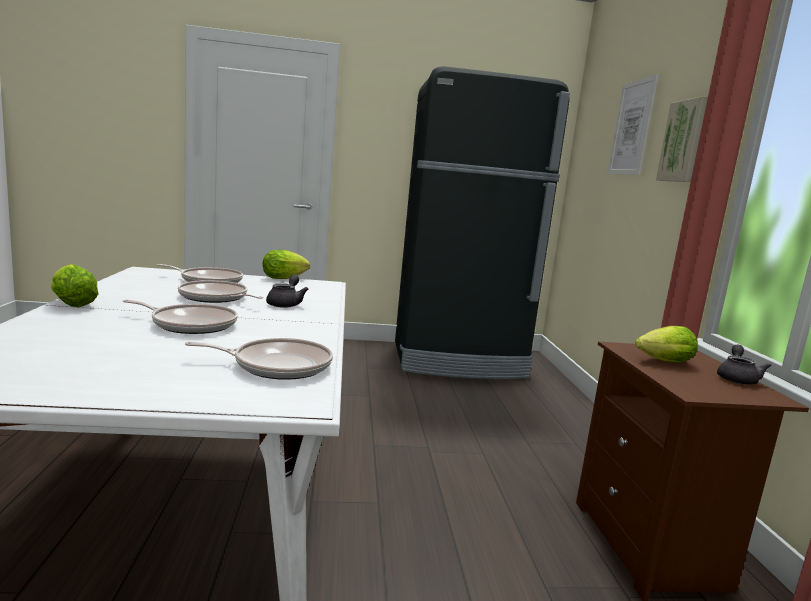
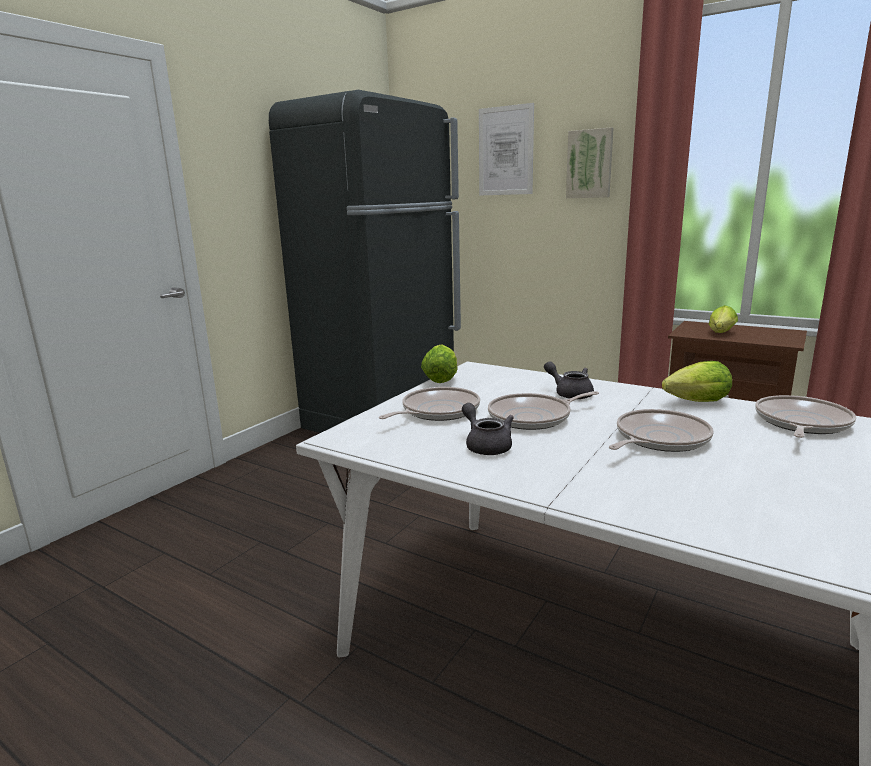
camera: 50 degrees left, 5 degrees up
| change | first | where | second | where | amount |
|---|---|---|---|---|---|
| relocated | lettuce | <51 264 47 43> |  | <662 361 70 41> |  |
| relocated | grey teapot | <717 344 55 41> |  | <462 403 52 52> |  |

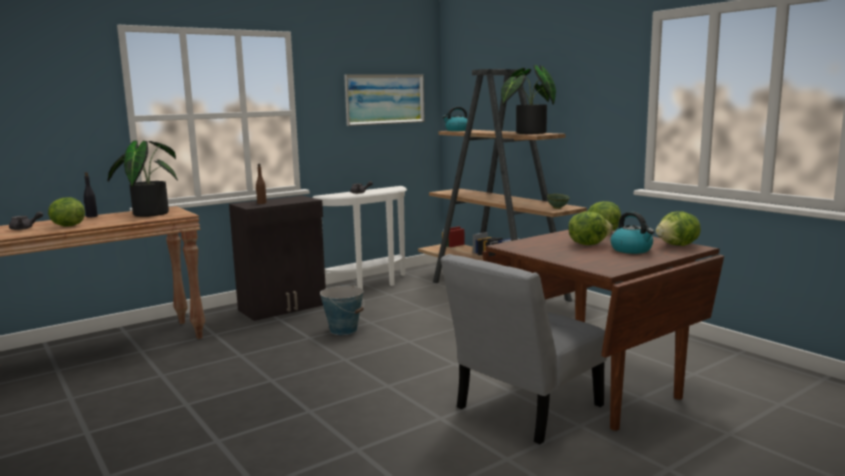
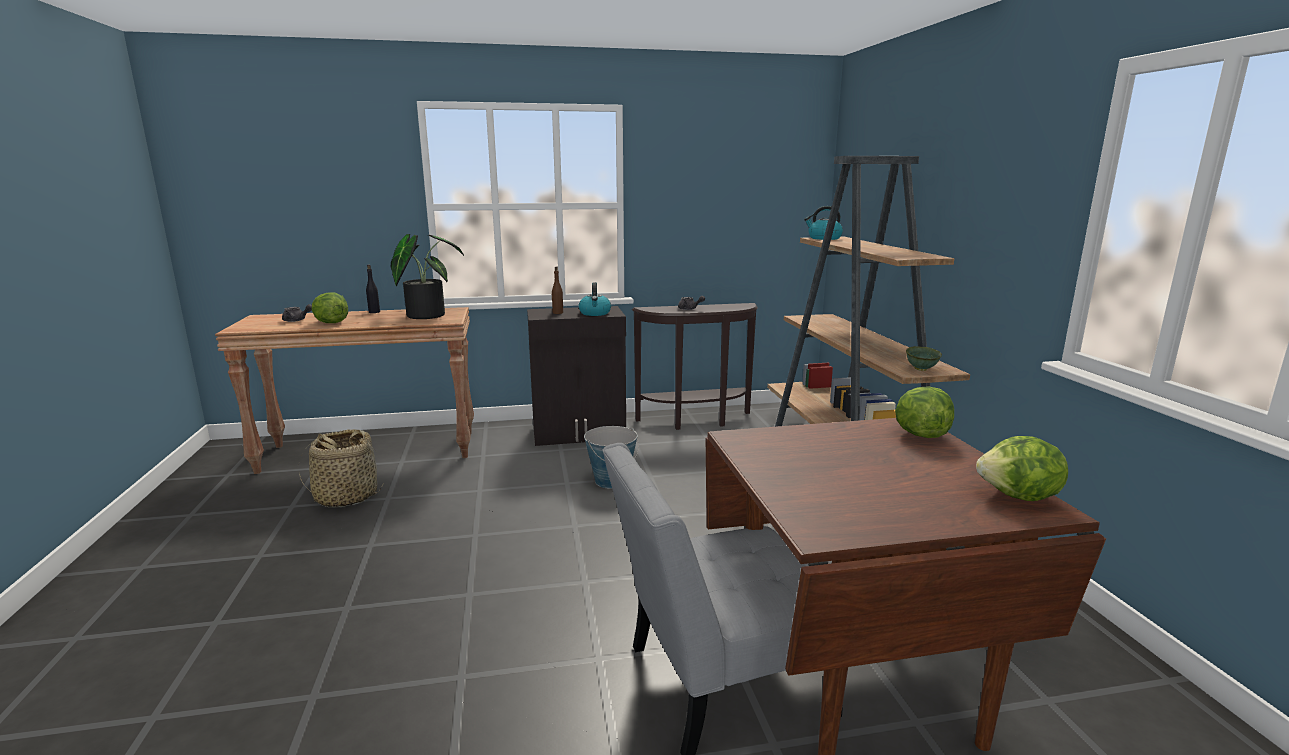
camera: 25 degrees right, 5 degrees up
| change | first | where | second | where | amount |
|---|---|---|---|---|---|
| missing | potted plant | <501 65 55 69> |  |  |  |
| missing | picture | <344 74 81 52> |  |  |  |
| colour | white console table | <312 186 95 103> | brown console table | <632 303 126 127> |  |
| missing | lettuce | <568 211 45 34> |  |  |  |
| relocated | kettle | <610 212 44 42> |  | <579 282 32 34> |  |
| appeared |  |  | basket | <299 429 84 78> |  |

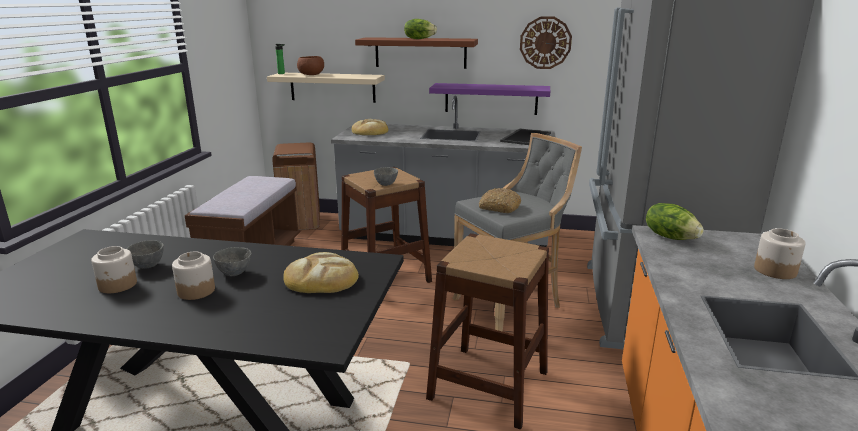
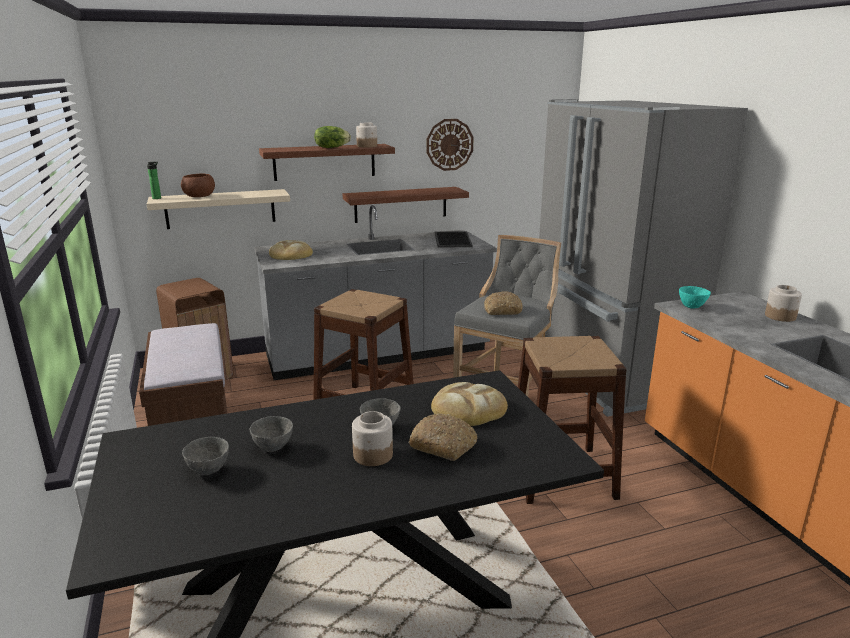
camera: 30 degrees left, 0 degrees up
| change | first | where | second | where | amount |
|---|---|---|---|---|---|
| colour | purple shelf | <429 83 121 32> | brown shelf | <343 187 126 36> |  |
| relocated | grey bowl | <374 167 24 19> |  | <182 437 47 39> |  |
| exchanged | lettuce | <646 203 58 37> | turquoise bowl | <679 286 32 23> |  |
| relocated | jar | <91 246 46 47> |  | <356 123 21 24> |  |
| appeared |  |  | bread | <409 413 68 48> |  |

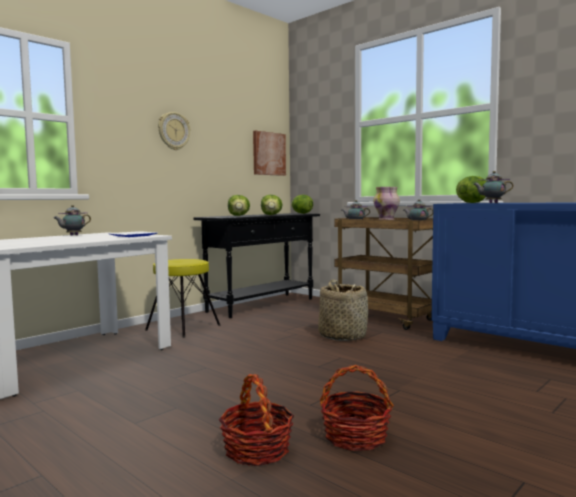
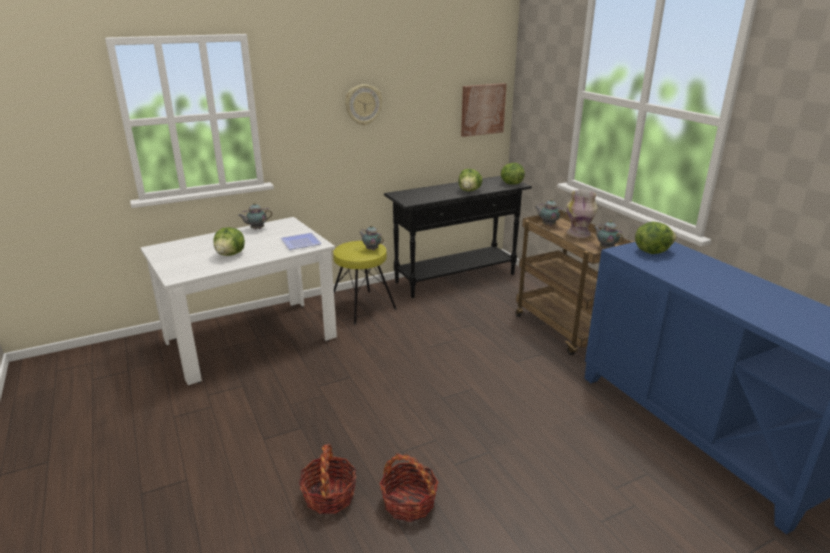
camera: 20 degrees right, 20 degrees up
| change | first | where | second | where | amount |
|---|---|---|---|---|---|
| relocated | teapot | <473 171 41 32> |  | <359 225 25 26> |  |
| relocated | lettuce | <228 195 22 21> |  | <214 227 31 29> |  |
| missing | basket | <318 279 50 62> |  |  |  |

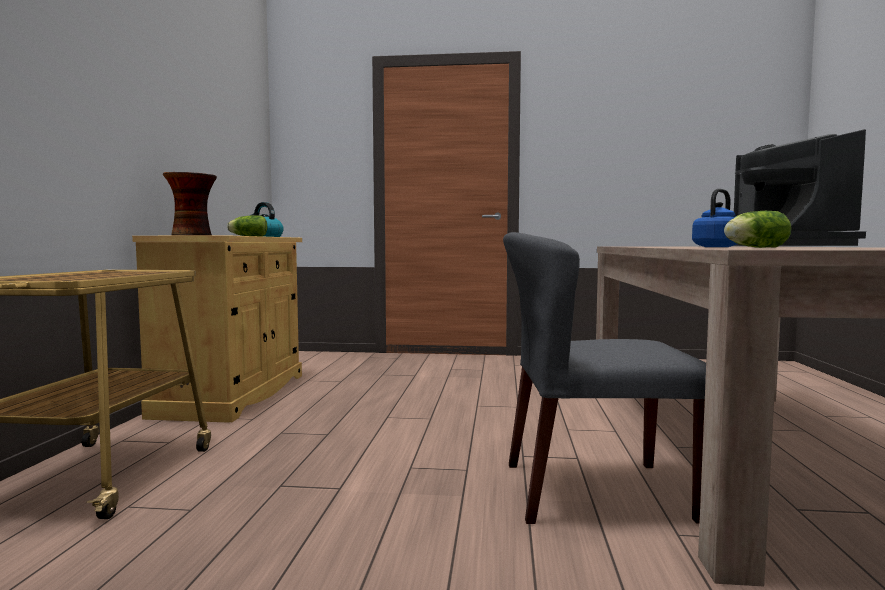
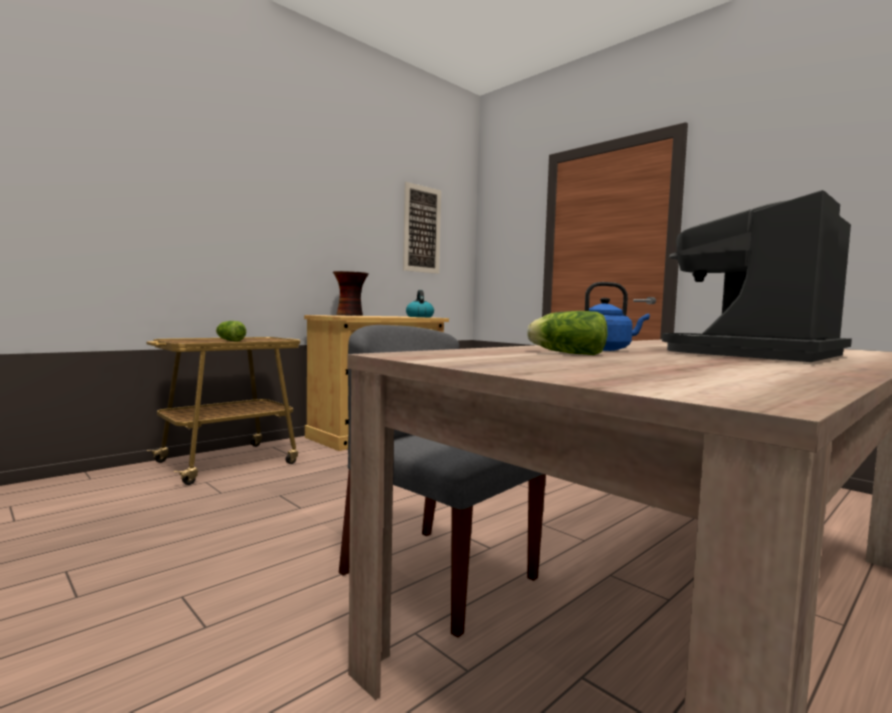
camera: 40 degrees right, 0 degrees up
| change | first | where | second | where | amount |
|---|---|---|---|---|---|
| relocated | lettuce | <227 215 40 21> |  | <216 321 30 21> |  |
| appeared |  |  | picture | <403 182 38 92> |  |

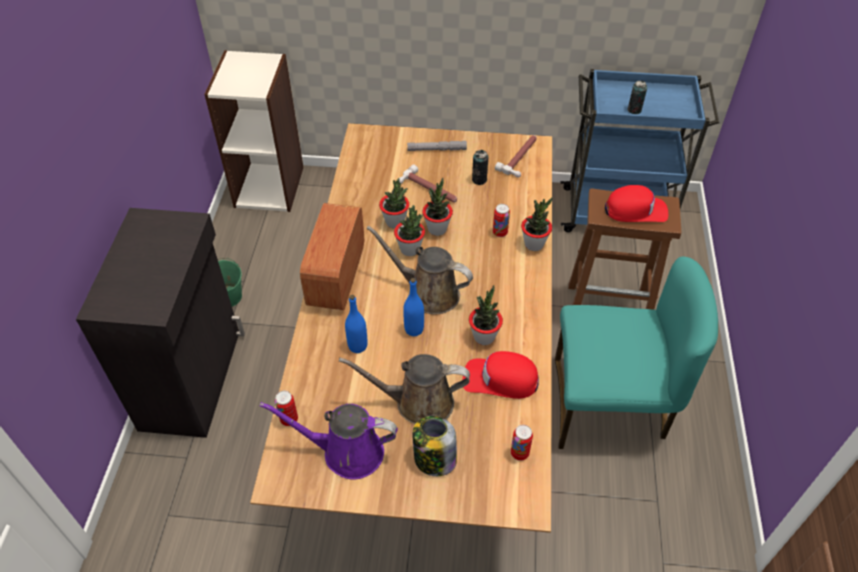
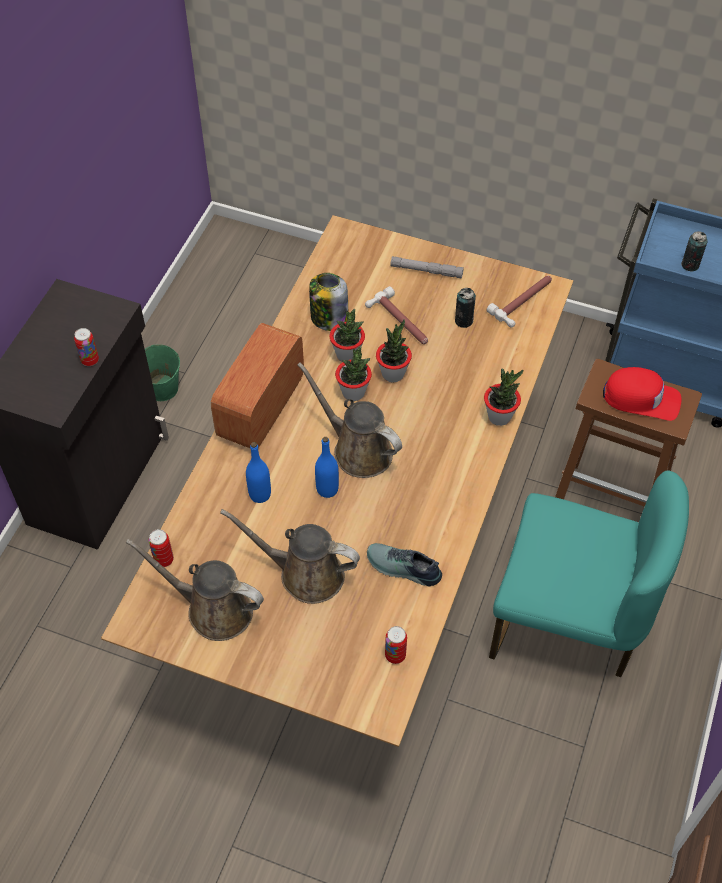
camera: 15 degrees right, 5 degrees up
| change | first | where | second | where | amount |
|---|---|---|---|---|---|
| missing | bookcase | <204 50 100 162> |  |  |  |
| relocated | can | <493 204 17 33> |  | <74 328 25 38> |  |
| missing | potted plant | <469 285 34 60> |  |  |  |
| exchanged | red cap | <463 351 76 48> | shoe | <367 543 75 43> |  |
| colour | purple watering can | <260 402 138 78> | brown watering can | <126 539 138 102> |  |
| relocated | jar | <413 416 44 60> |  | <309 273 39 58> |  |

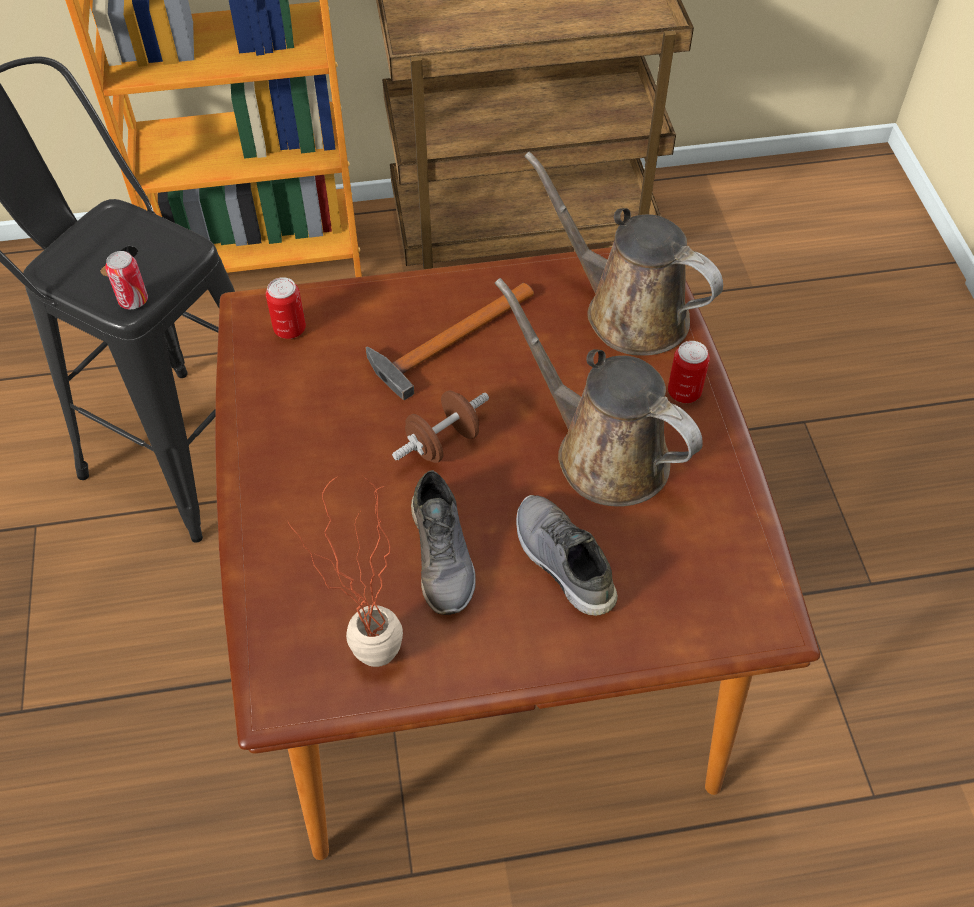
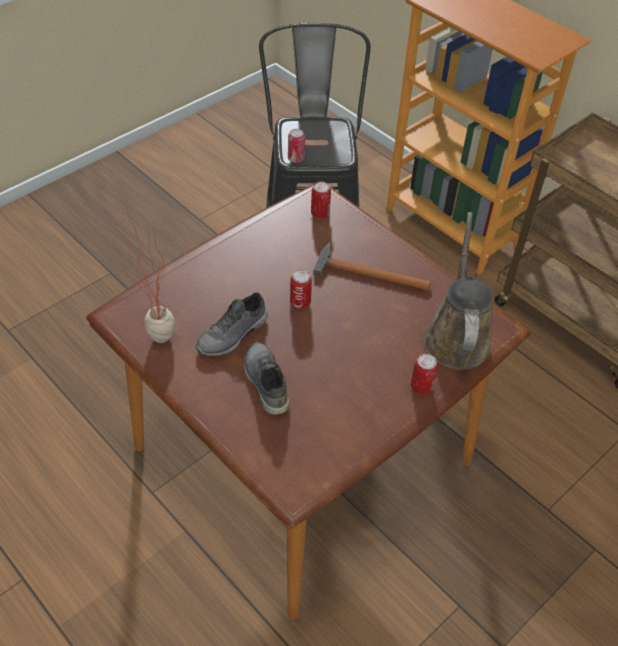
camera: 55 degrees right, 5 degrees down
| change | first | where | second | where | amount |
|---|---|---|---|---|---|
| missing | brown watering can | <495 278 208 229> |  |  |  |
| exchanged | brown dumbbell | <392 390 97 73> | can | <290 270 22 39> |  |
| spun | grey shoe | <516 495 102 121> |  | <244 342 46 73> | 45 degrees counterclockwise |

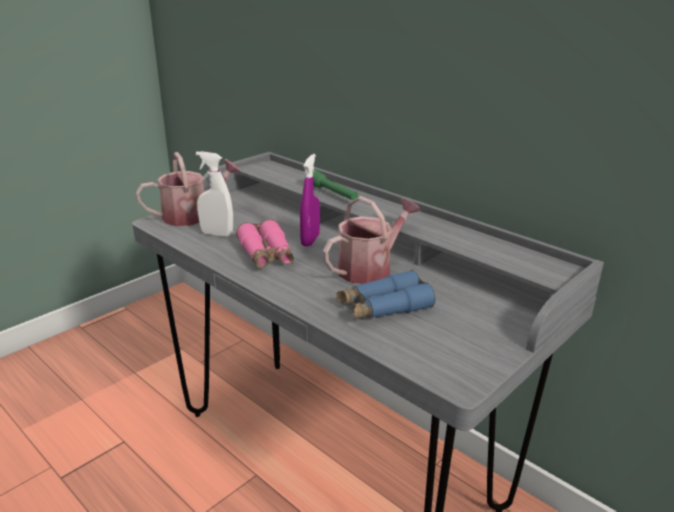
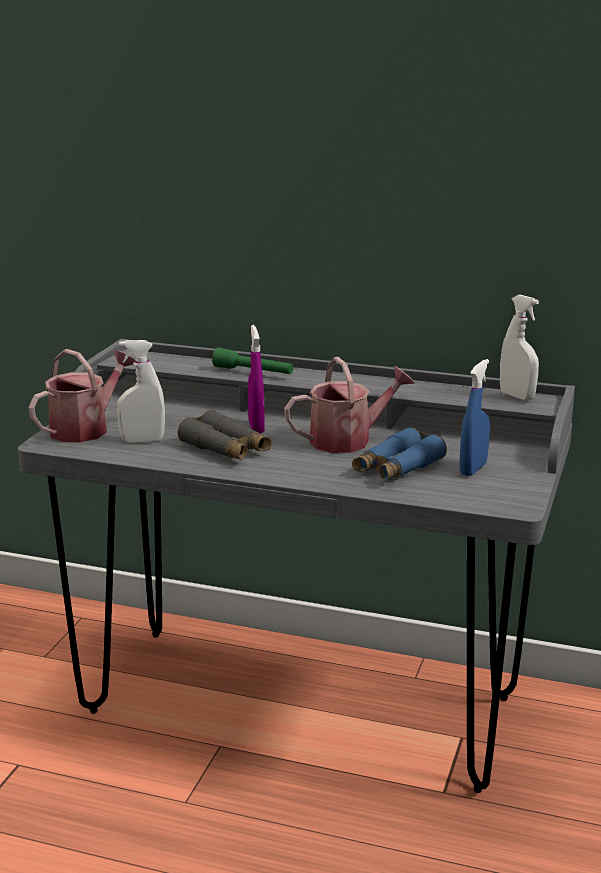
camera: 25 degrees left, 5 degrees down
| change | first | where | second | where | amount |
|---|---|---|---|---|---|
| spun | watering can | <323 196 97 88> |  | <284 357 131 96> | 45 degrees clockwise |
| colour | pink binoculars | <236 220 58 49> | grey binoculars | <178 410 94 50> |  |
| appeared |  |  | white spray bottle | <500 294 39 107> |  |
| appeared |  |  | blue spray bottle | <459 359 31 117> |  |

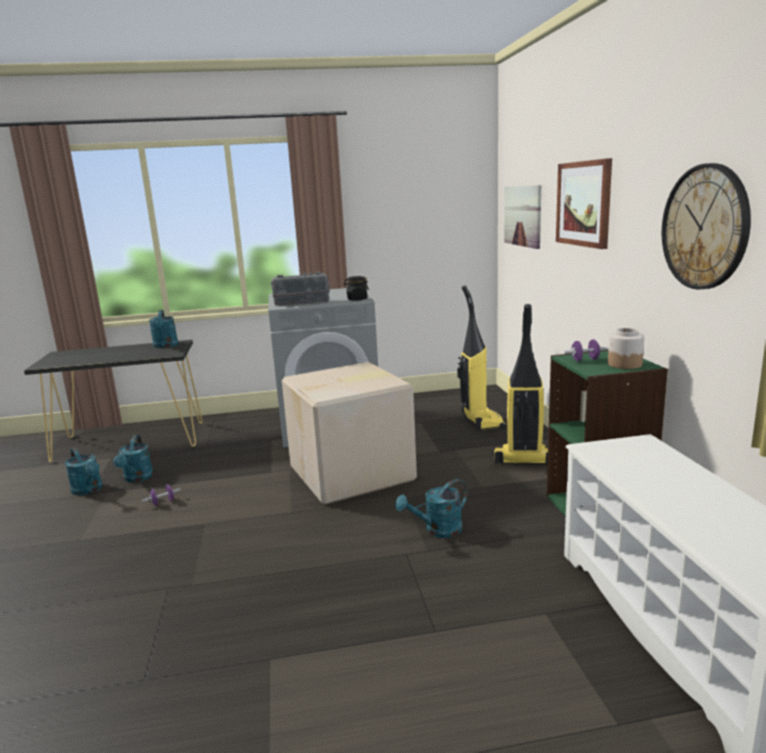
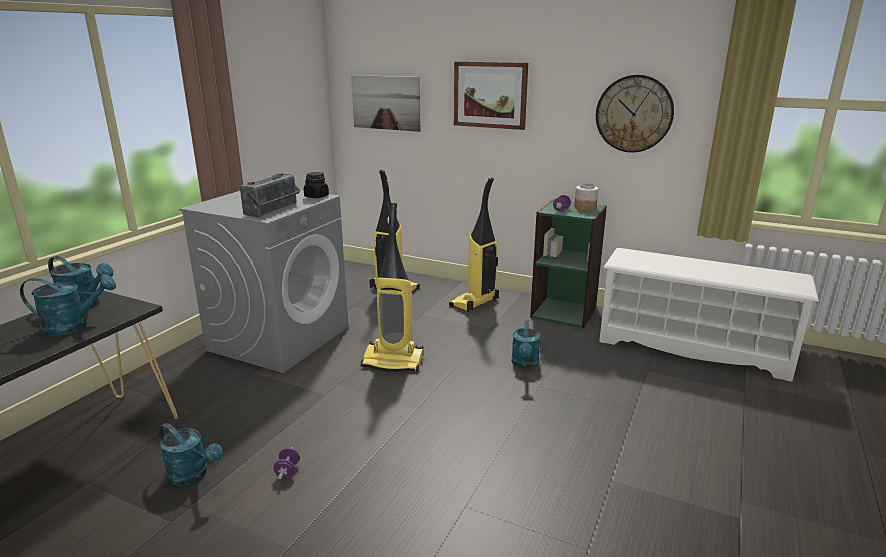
camera: 55 degrees left, 5 degrees up
| change | first | where | second | where | amount |
|---|---|---|---|---|---|
| exchanged | cardboard box | <282 362 135 143> | vacuum cleaner | <361 203 62 169> |  |
| relocated | turquoise watering can | <65 448 37 47> |  | <20 275 96 61> |  |

